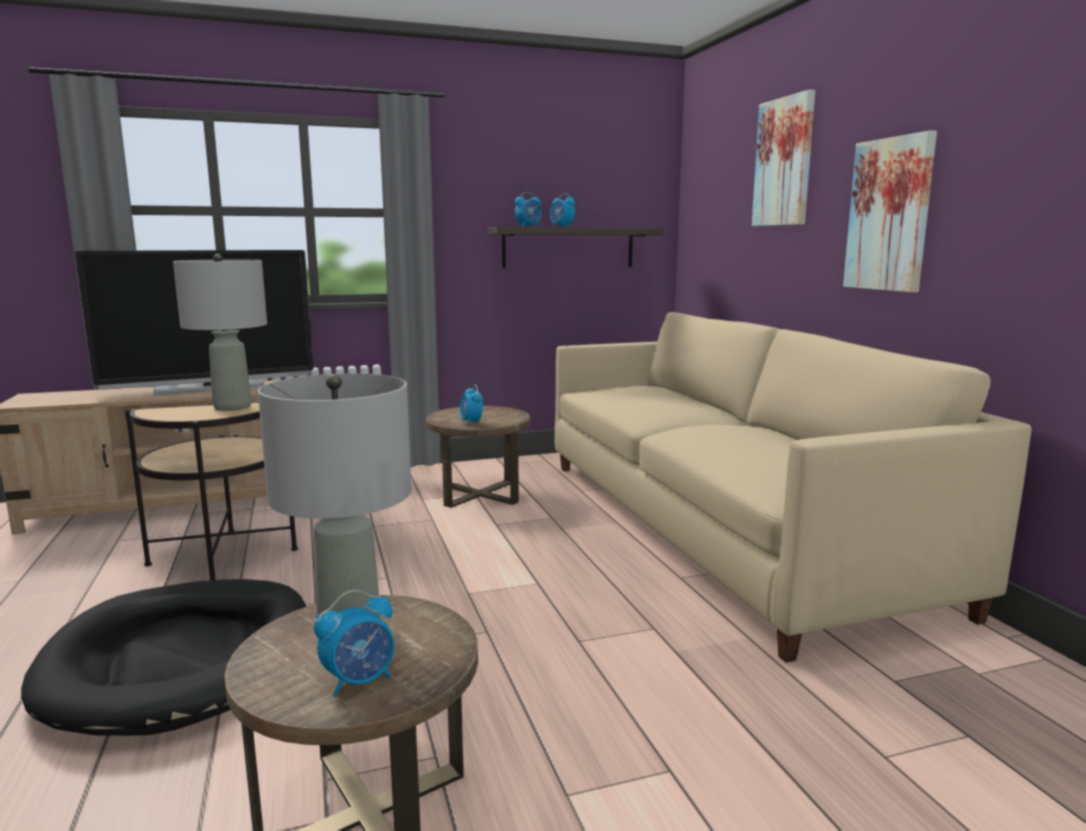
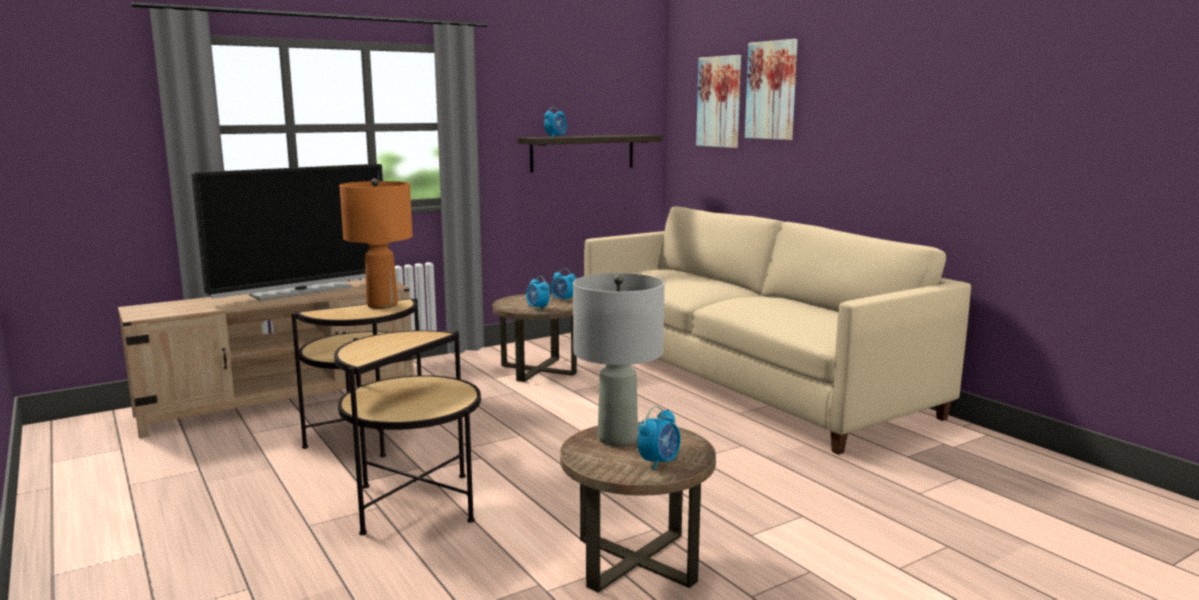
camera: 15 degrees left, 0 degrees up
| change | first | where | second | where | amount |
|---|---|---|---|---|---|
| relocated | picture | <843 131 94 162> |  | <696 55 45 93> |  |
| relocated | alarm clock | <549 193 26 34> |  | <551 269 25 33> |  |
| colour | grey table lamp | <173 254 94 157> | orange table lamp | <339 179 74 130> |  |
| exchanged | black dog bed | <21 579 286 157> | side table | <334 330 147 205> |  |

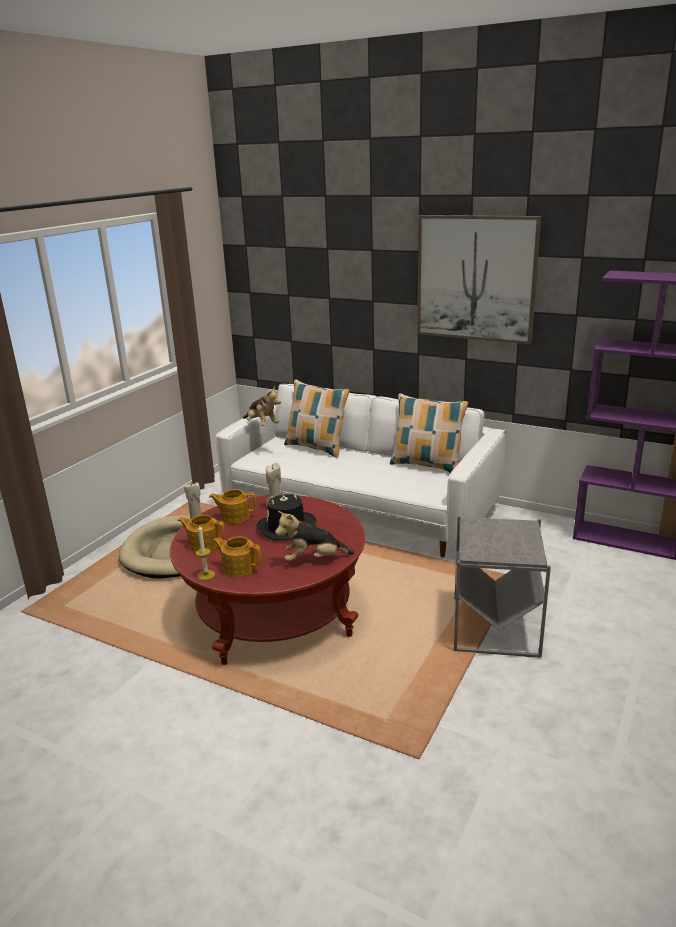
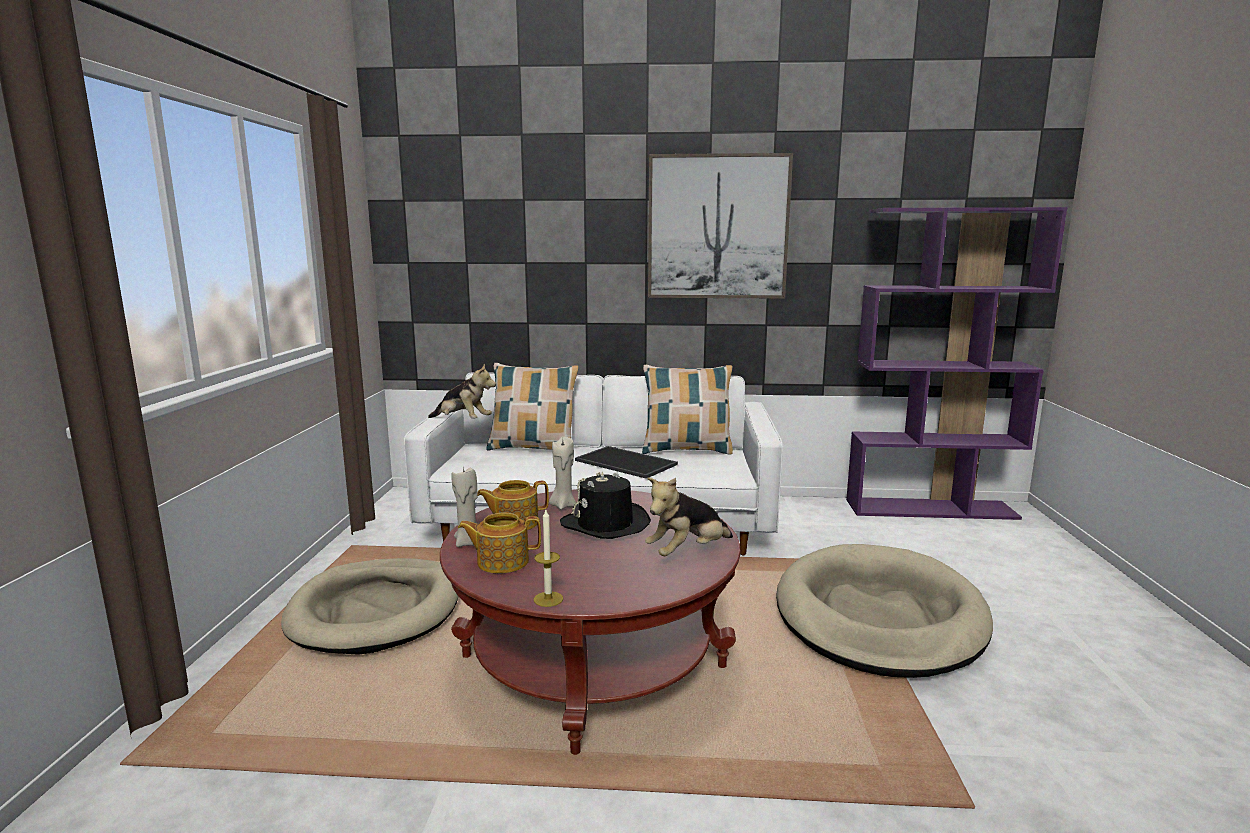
camera: 25 degrees left, 10 degrees down
| change | first | where | second | where | amount |
|---|---|---|---|---|---|
| exchanged | grey side table | <454 516 97 142> | beige dog bed | <776 544 217 134> |  |
| missing | teapot | <213 536 49 41> |  |  |  |
| appeared |  |  | tray | <575 446 103 33> |  |

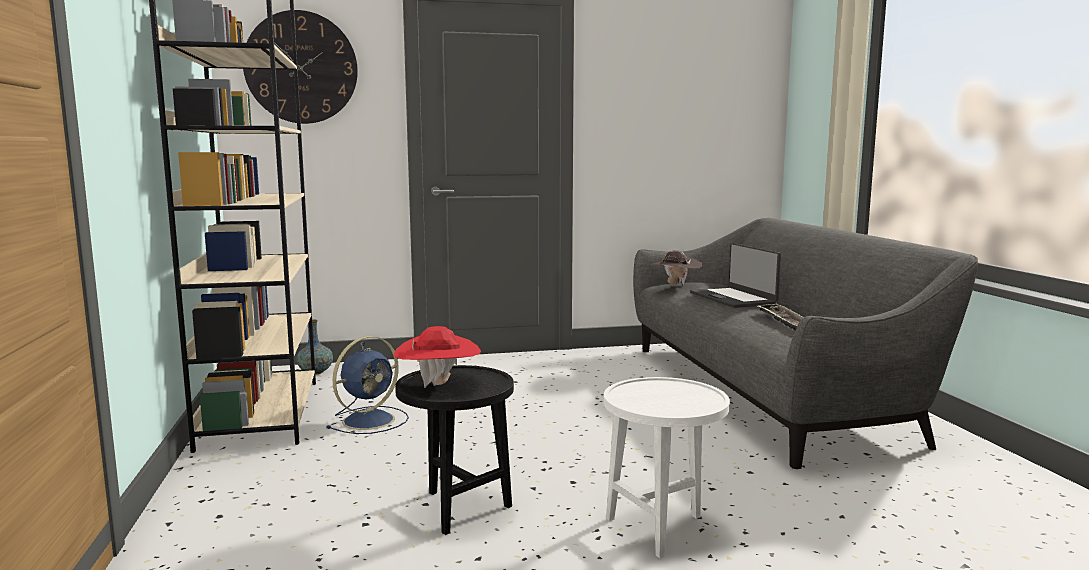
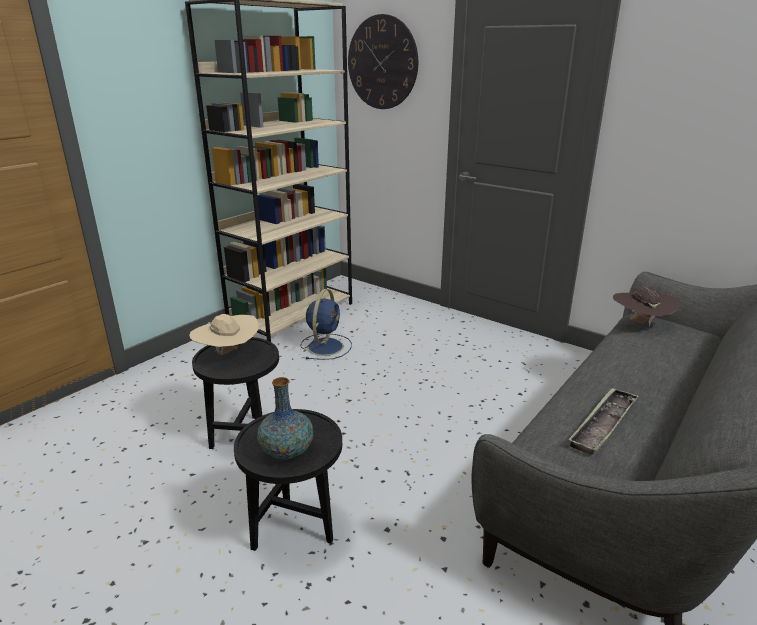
camera: 50 degrees right, 15 degrees up
| change | first | where | second | where | amount |
|---|---|---|---|---|---|
| missing | laptop | <690 243 91 65> |  |  |  |
| relocated | vase | <297 320 36 54> |  | <257 377 56 83> |  |
| colour | red hat | <393 326 88 62> | beige hat | <189 314 69 41> |  |
| spun | blue fan | <327 336 82 98> |  | <300 289 52 71> | 75 degrees counterclockwise |
| colour | white side table | <604 377 126 181> | black side table | <234 409 108 142> |  |

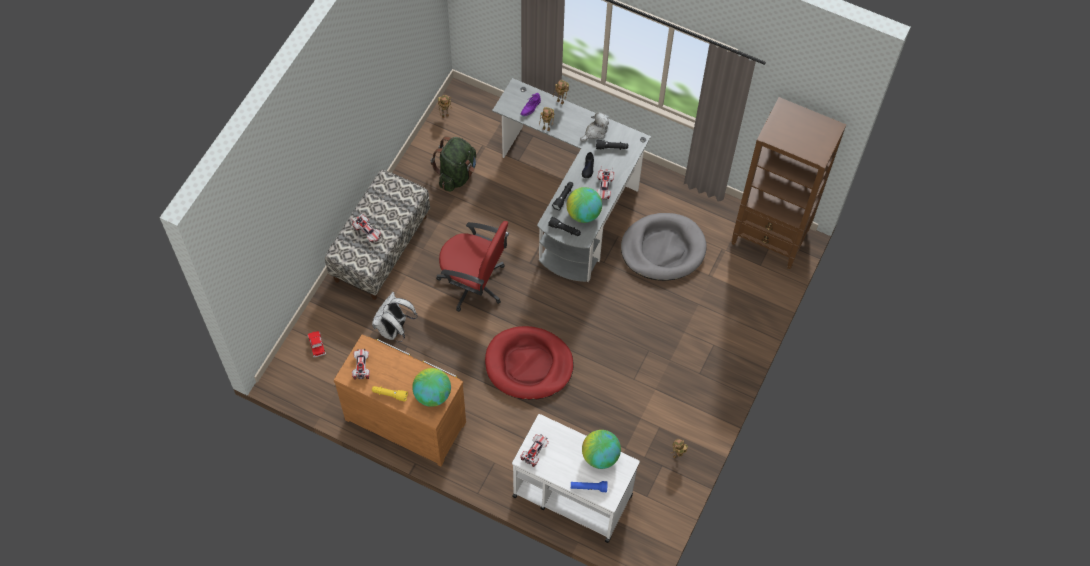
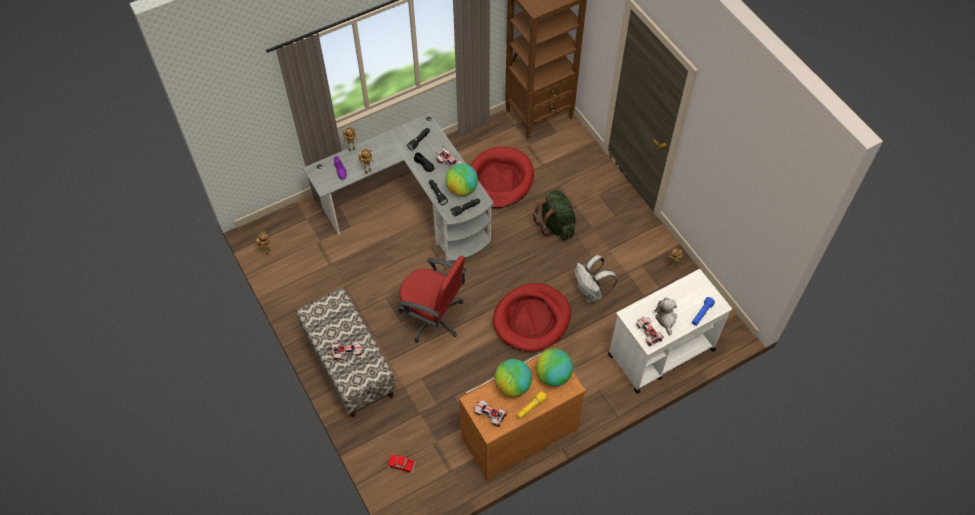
camera: 55 degrees left, 5 degrees down
| change | first | where | second | where | amount |
|---|---|---|---|---|---|
| relocated | plush toy | <580 112 29 30> |  | <655 298 22 38> |  |
| relocated | green backpack | <431 136 45 56> |  | <533 190 43 50> |  |
| colour | grey dog bed | <621 213 85 68> | red dog bed | <470 147 64 61> |  |
| spun | red office chair | <436 221 73 91> |  | <398 256 69 87> | 60 degrees clockwise |
| relocated | white backpack | <372 292 46 50> |  | <575 255 42 47> |  |
| relocated | globe | <582 430 39 39> |  | <494 359 38 38> |  |

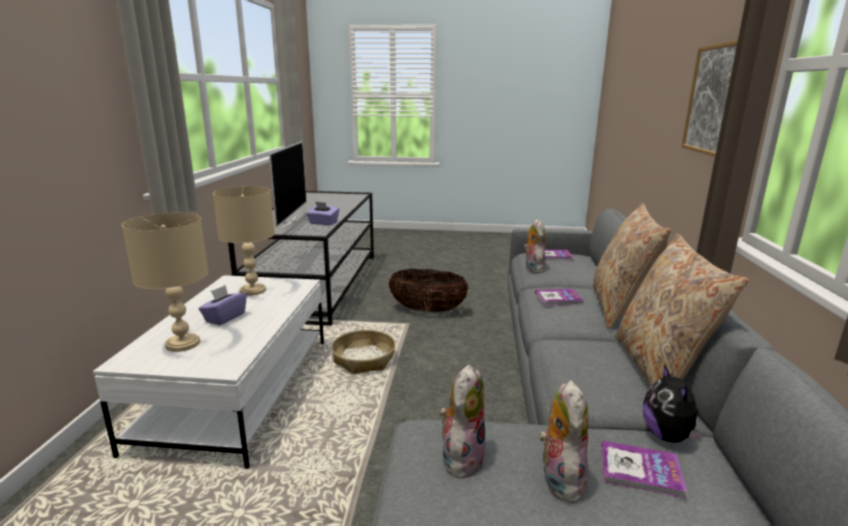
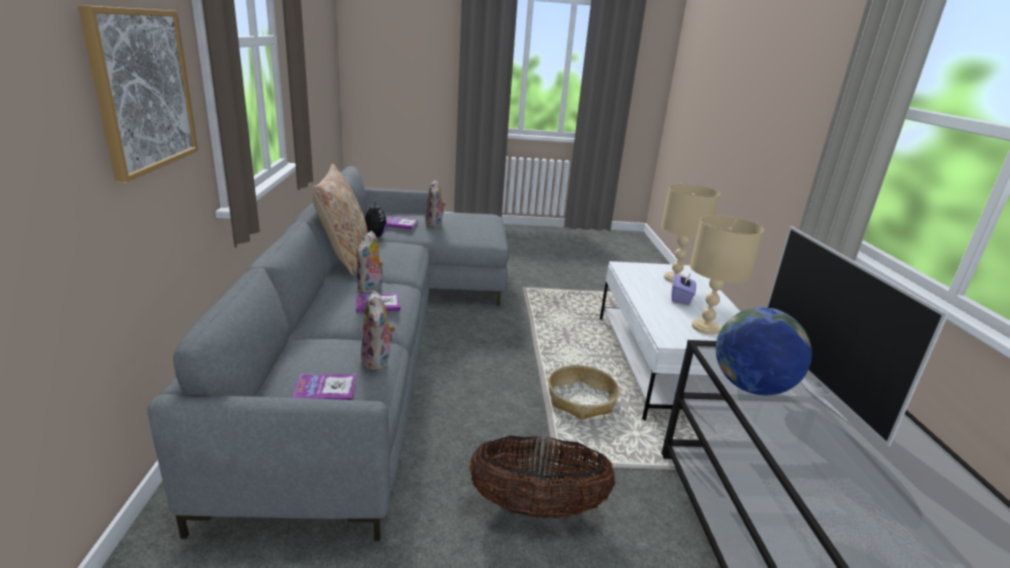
camera: 170 degrees right, 5 degrees up
| change | first | where | second | where | amount |
|---|---|---|---|---|---|
| exchanged | purple tissue box | <306 201 33 25> | globe | <716 307 96 88> |  |
| missing | beige pillow | <593 203 78 126> |  |  |  |
| relocated | plush toy | <440 365 46 114> |  | <357 231 27 63> |  |

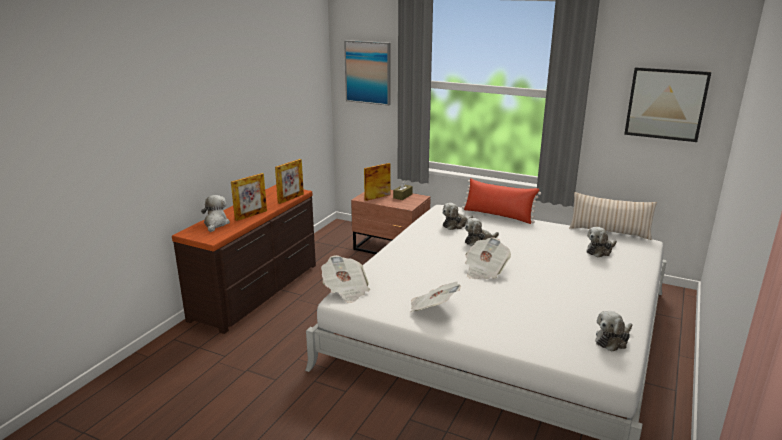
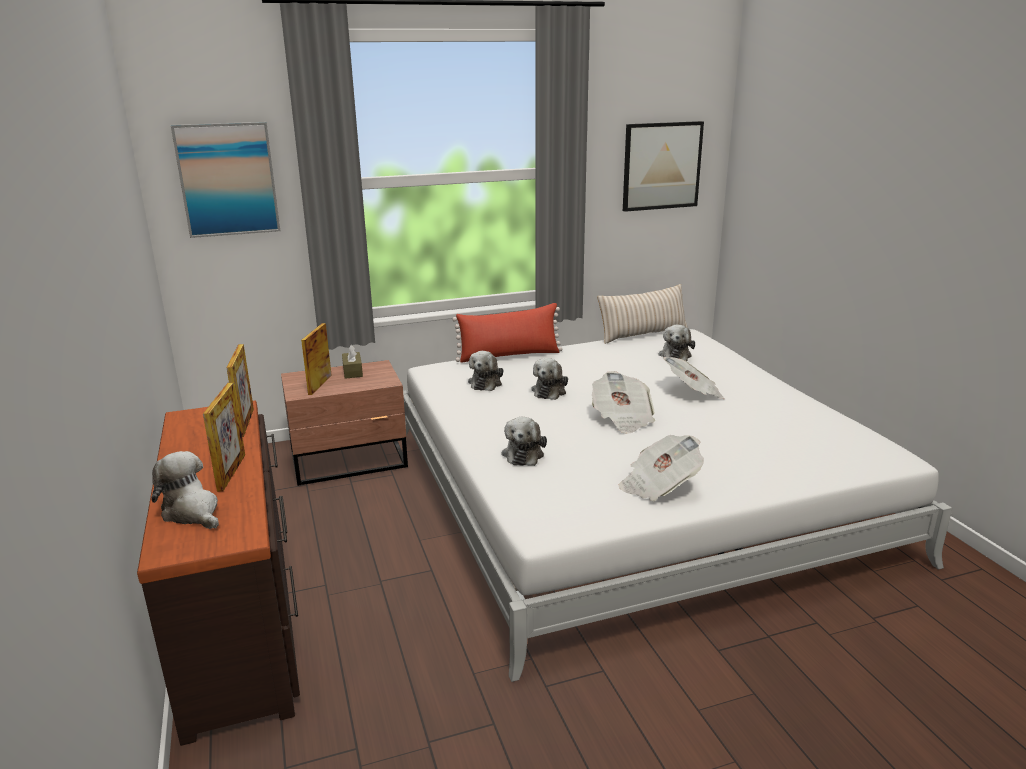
camera: 45 degrees left, 0 degrees up
| change | first | where | second | where | amount |
|---|---|---|---|---|---|
| relocated | newspaper | <321 255 49 48> |  | <663 357 62 42> |  |
| relocated | plush toy | <595 311 38 41> |  | <502 417 45 49> |  |

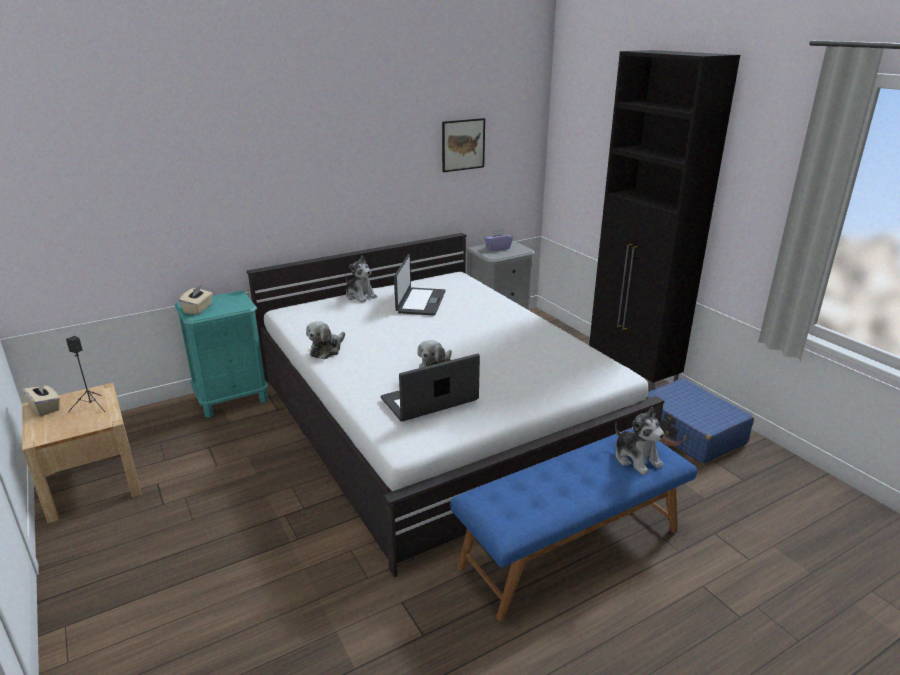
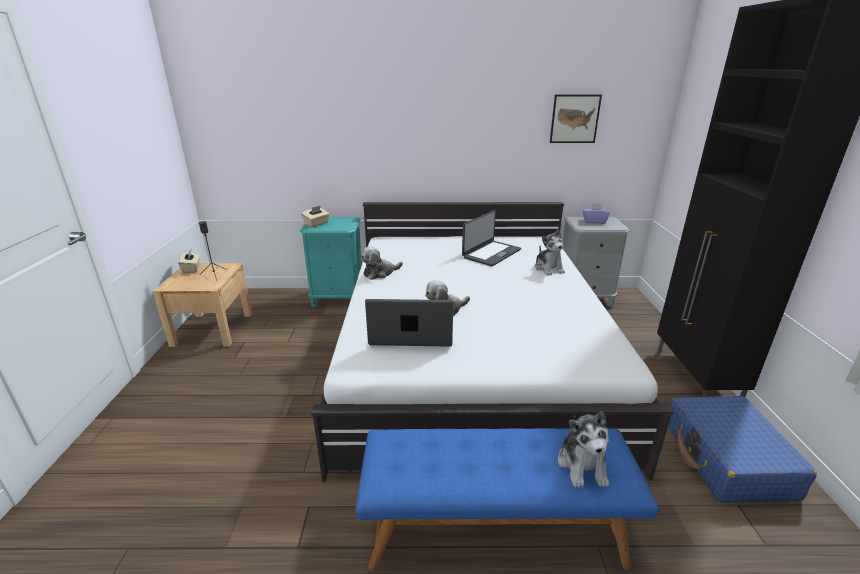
camera: 30 degrees right, 0 degrees up
| change | first | where | second | where | amount |
|---|---|---|---|---|---|
| relocated | plush toy | <345 255 32 48> |  | <535 229 30 46> |  |

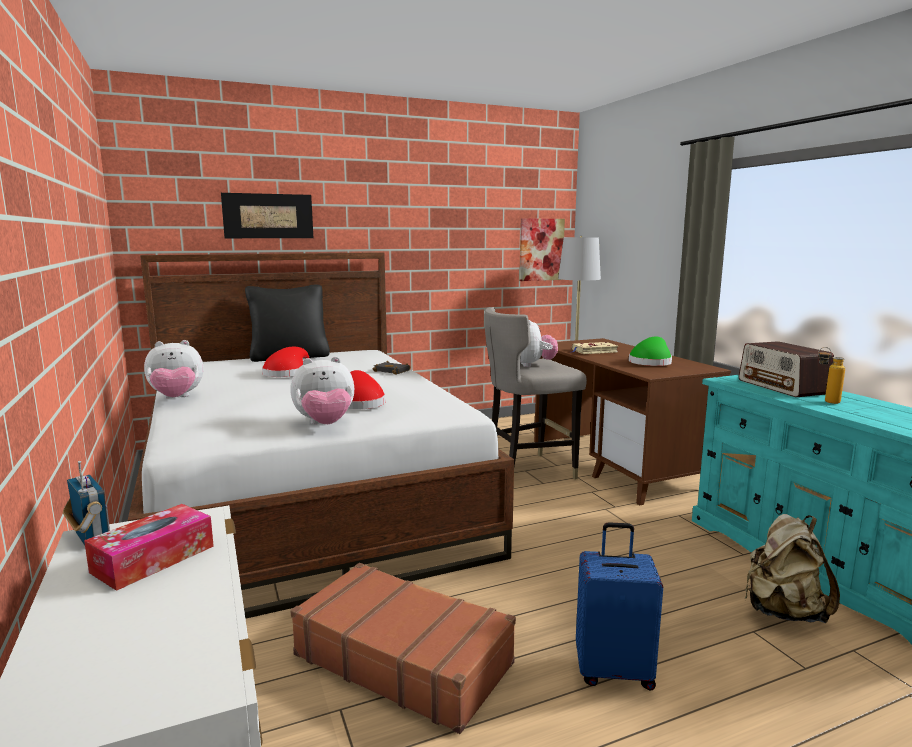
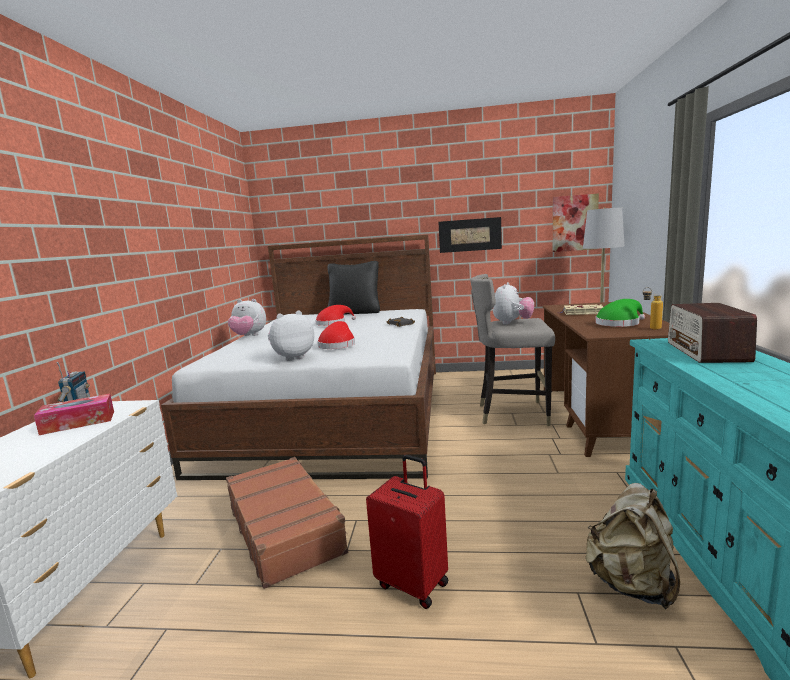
camera: 30 degrees right, 0 degrees up
| change | first | where | second | where | amount |
|---|---|---|---|---|---|
| relocated | picture | <221 193 92 45> |  | <438 217 64 36> |  |
| relocated | bottle | <818 347 27 57> |  | <643 287 20 43> |  |
| spun | plush toy | <290 357 64 67> |  | <268 311 46 50> | 135 degrees clockwise |
| colour | blue suitcase | <576 522 87 168> | red suitcase | <366 455 82 154> |  |

